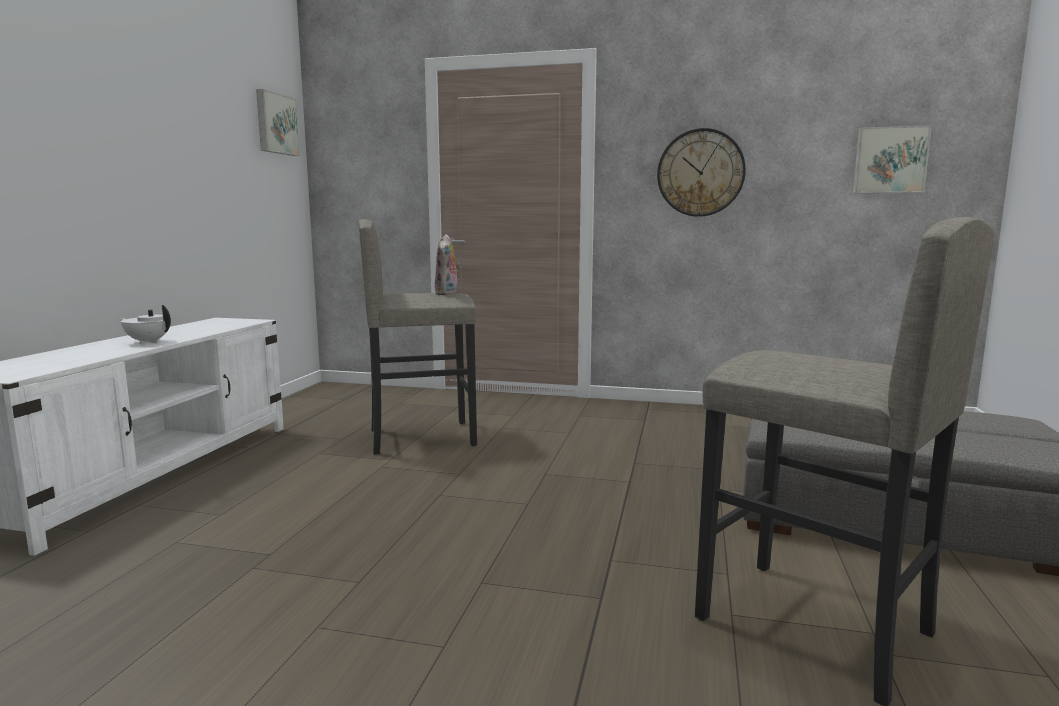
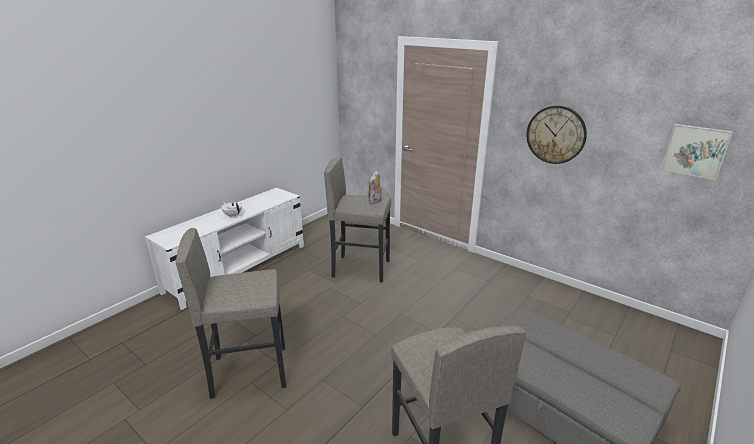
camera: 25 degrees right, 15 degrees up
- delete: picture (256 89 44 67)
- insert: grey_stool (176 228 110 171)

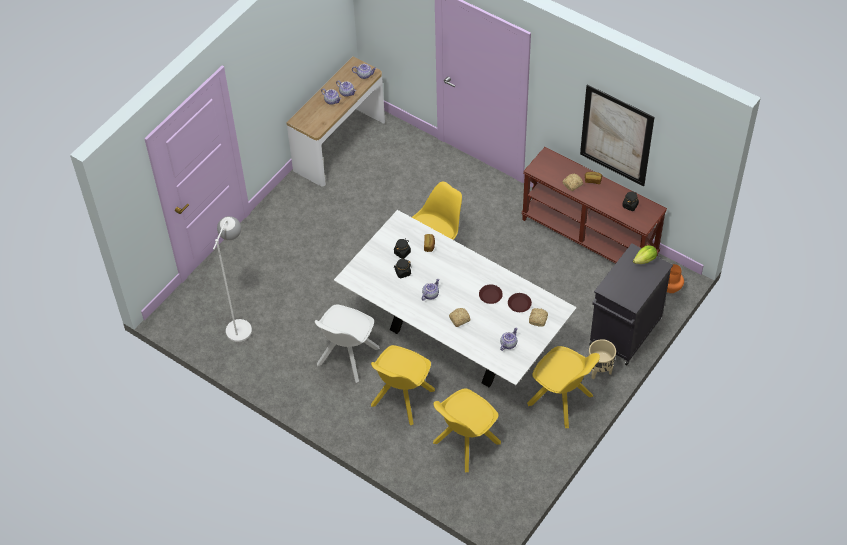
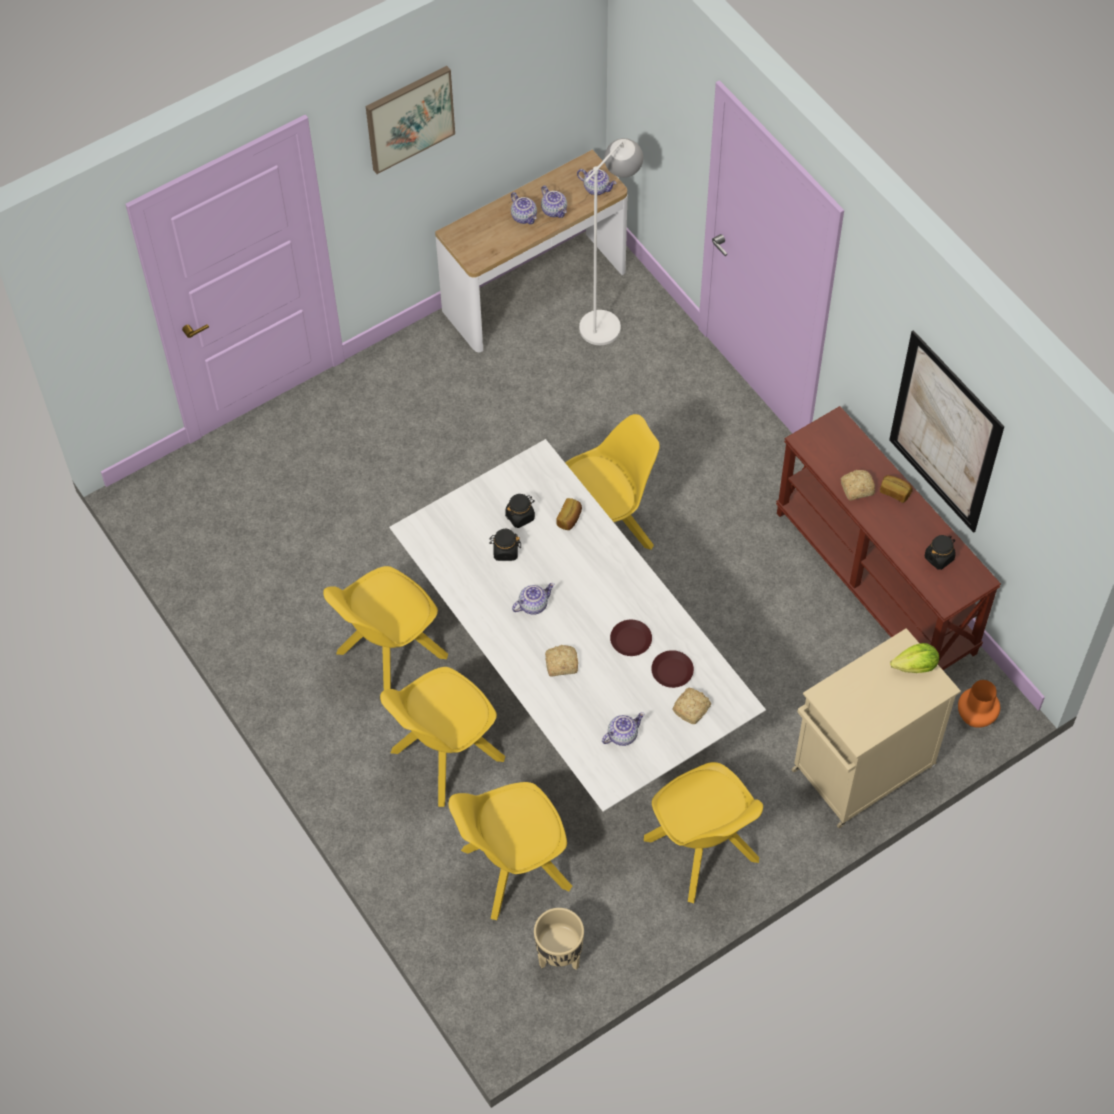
camera: 20 degrees right, 5 degrees up
- insert: picture (366 66 89 108)
- move: white_floor_lamp (213 216 39 126) to (579 138 64 207)
- move: beige_planter (589 339 27 41) to (534 908 50 62)
- recolor: white_chair (315 304 65 79) to yellow_chair (323 566 125 124)
- recolor: black_cabinet (589 243 84 123) to beige_cabinet (792 628 169 200)

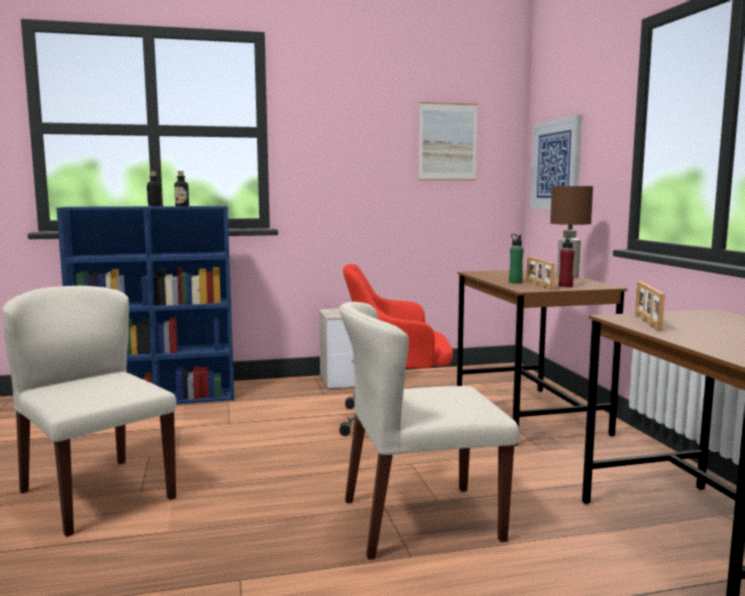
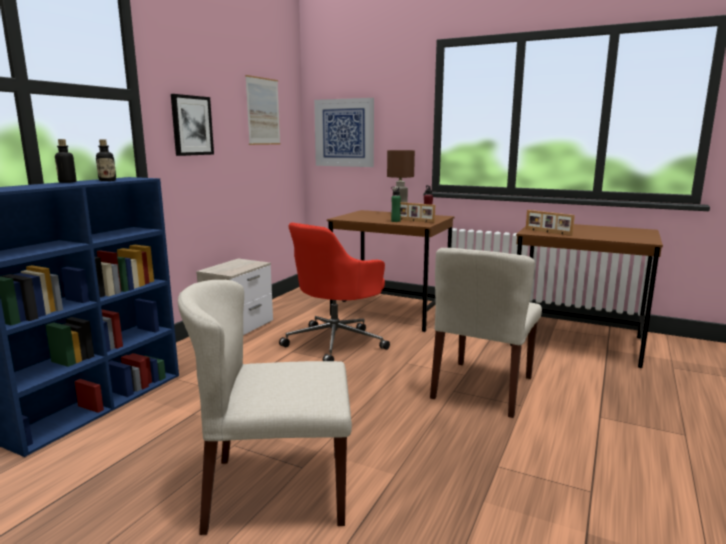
camera: 50 degrees left, 5 degrees up
- insert: picture (171 94 43 62)

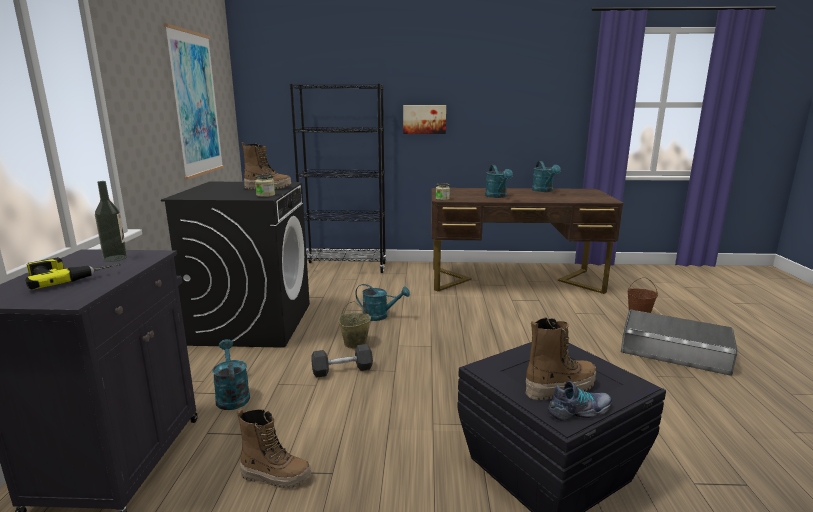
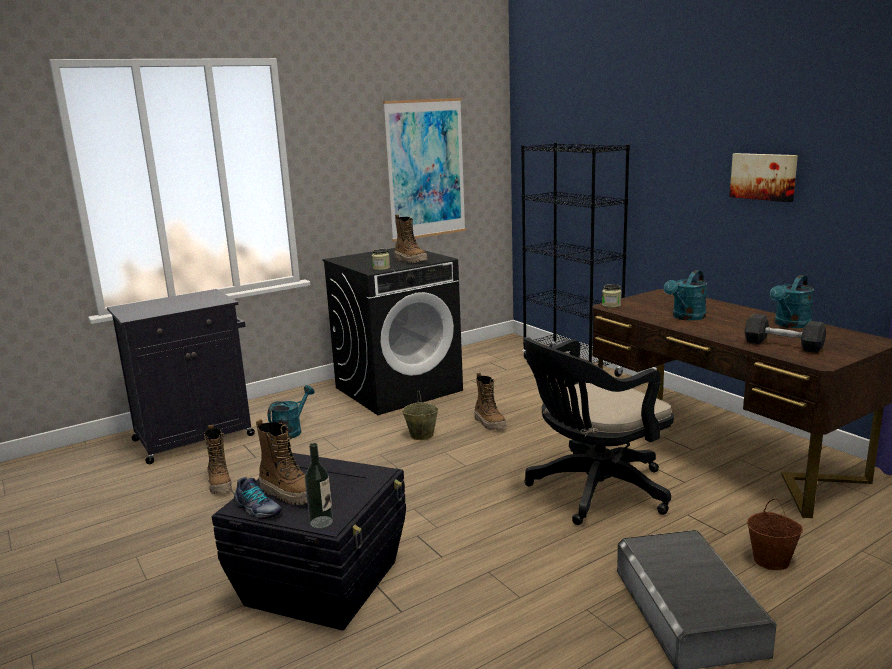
camera: 55 degrees right, 0 degrees up
- delete: power_drill (25 257 96 33)
- insert: black_office_chair (524 337 150 188)
- move: bottle (95 181 32 81) to (305 443 28 86)
- move: grey_dumbbell (311 344 62 34) to (744 314 82 39)
- move: picture (403 105 43 29) to (730 153 68 49)
- replace: turquoise_watering_can (355 284 55 37) to boot (474 373 32 57)

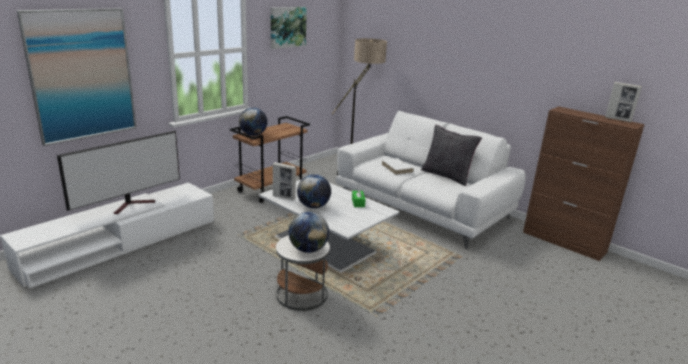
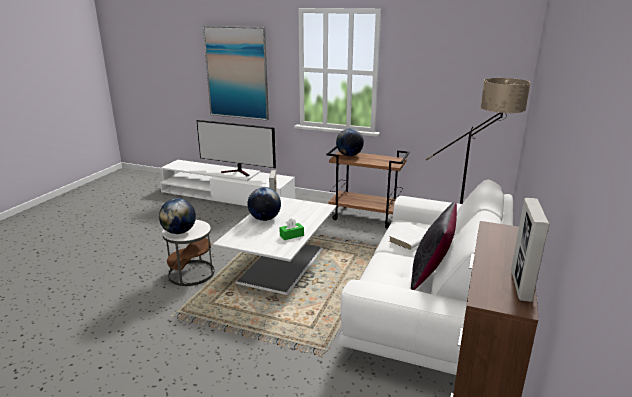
camera: 70 degrees right, 0 degrees up
- delete: picture (271 7 36 42)

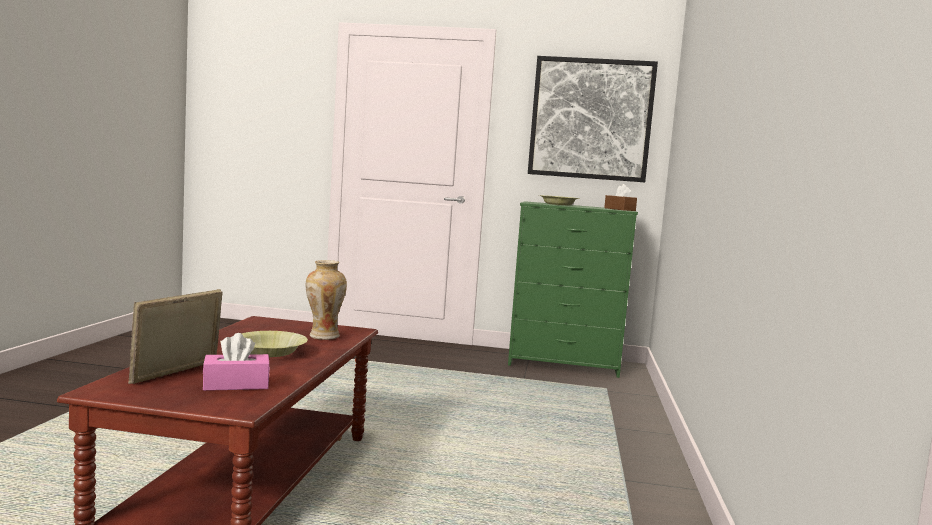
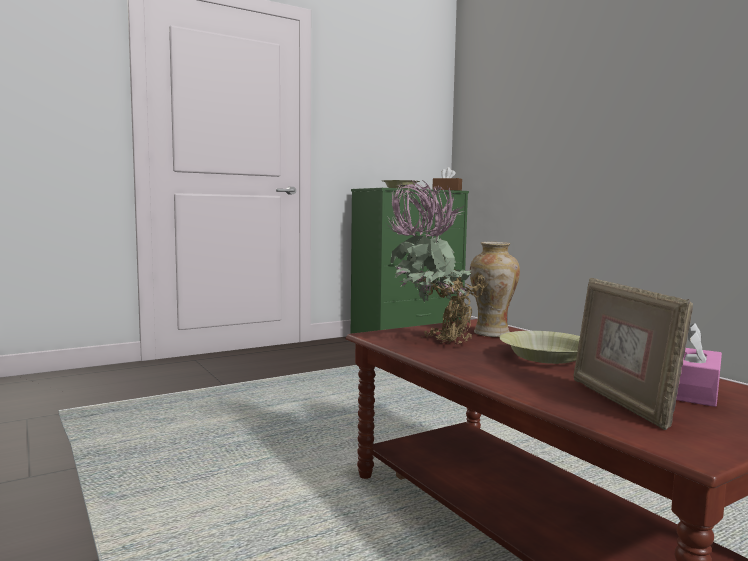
camera: 40 degrees left, 0 degrees up
- delete: picture (528 56 130 126)
- insert: potted_plant (388 179 100 165)

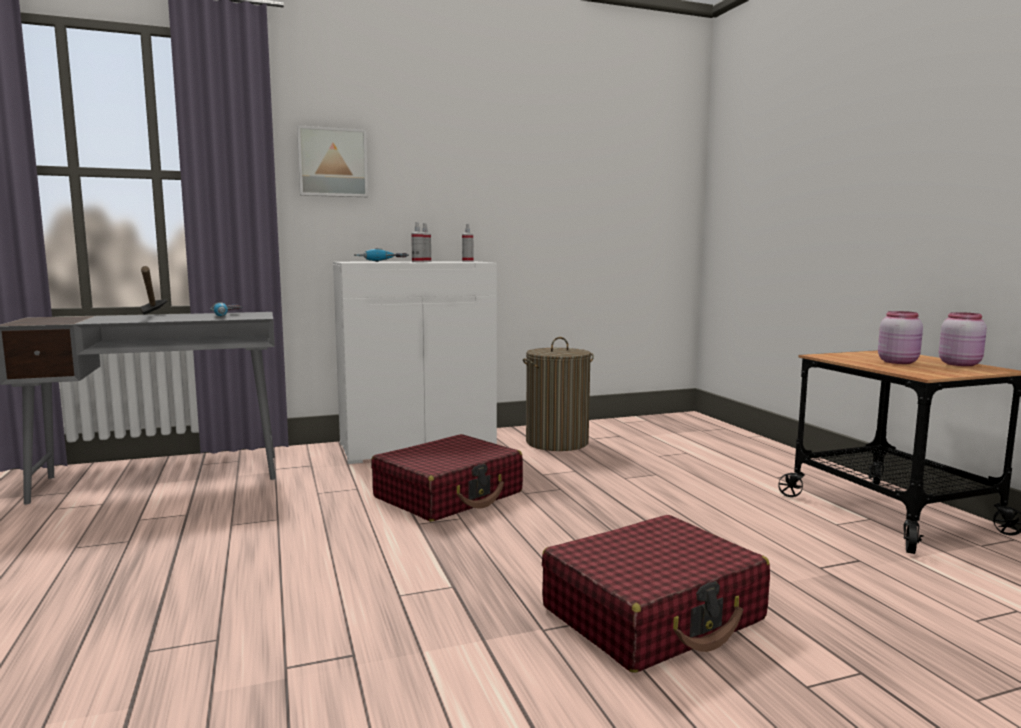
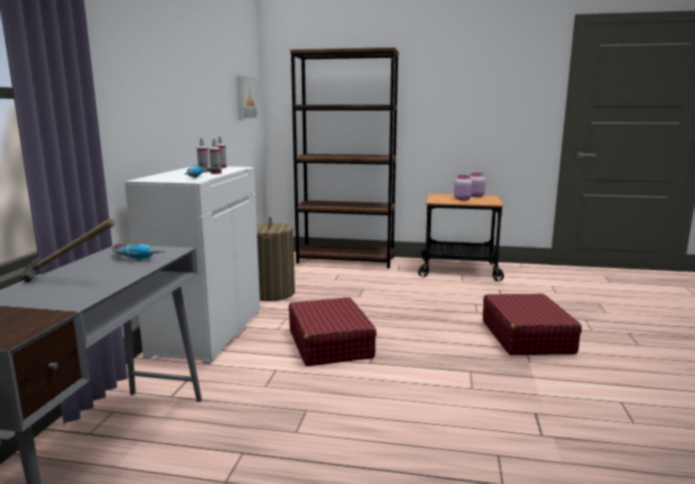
camera: 60 degrees left, 5 degrees up
- insert: brown_bookcase (290 47 109 222)
- move: picture (297 125 71 72) to (236 76 22 44)

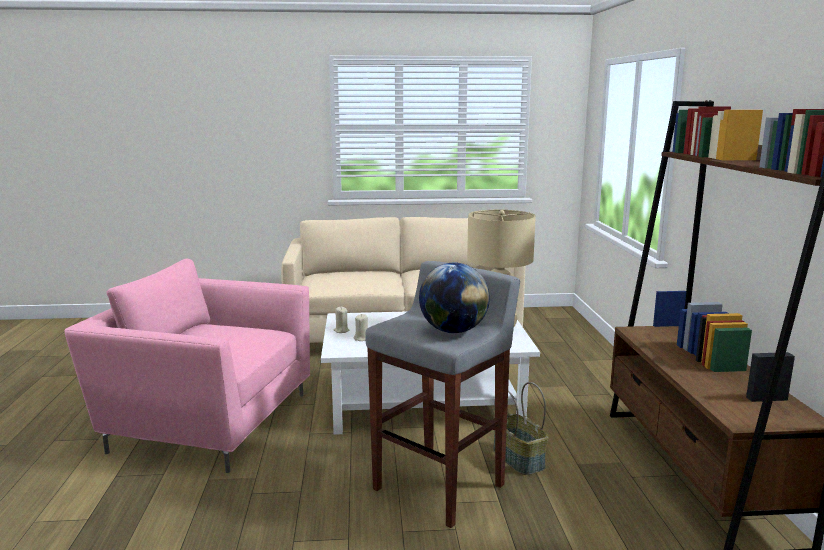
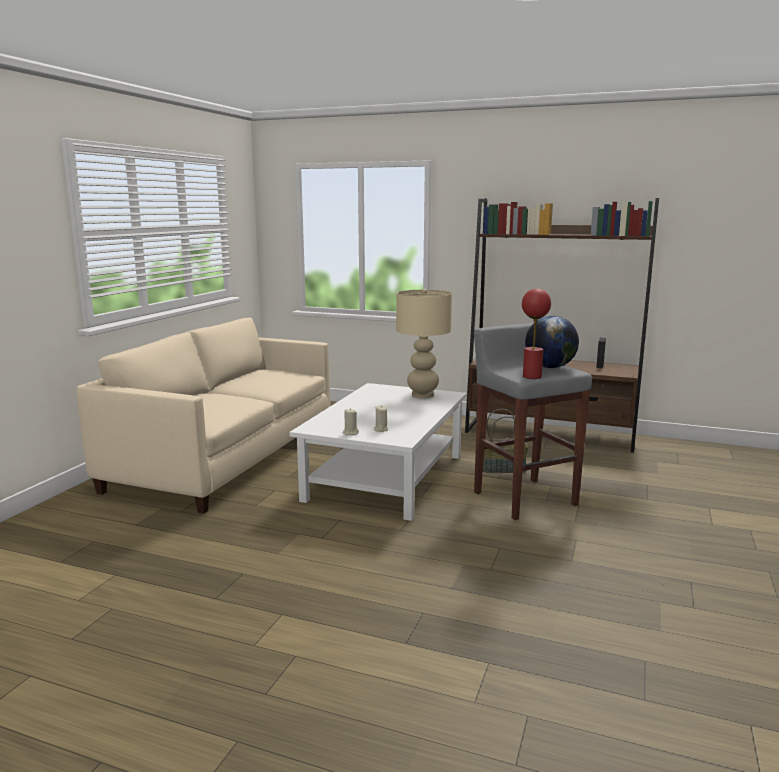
camera: 65 degrees left, 0 degrees up
- delete: pink_armchair (65 259 245 214)
- insert: red_table_lamp (522 289 29 90)

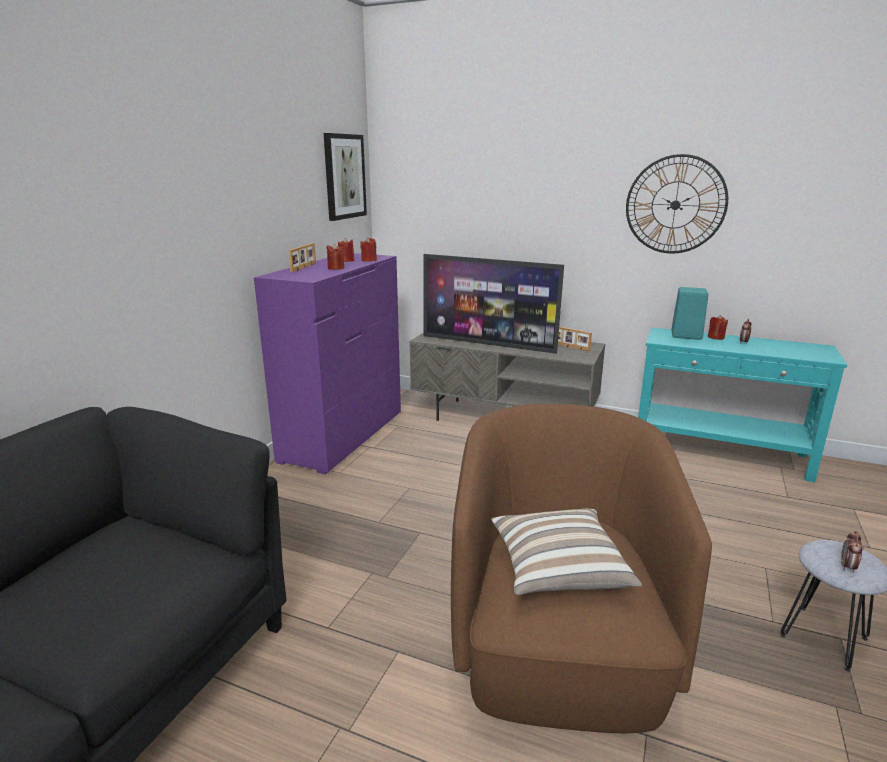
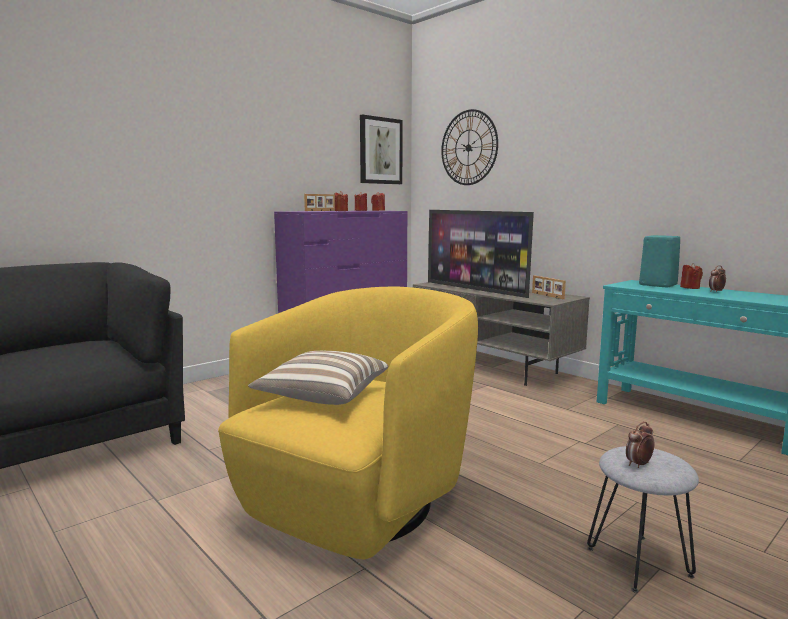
camera: 25 degrees right, 10 degrees down
- move: wall_clock (626 154 102 100) to (441 109 57 76)
- recolor: brown_armchair (451 404 261 329) to yellow_armchair (218 286 260 274)

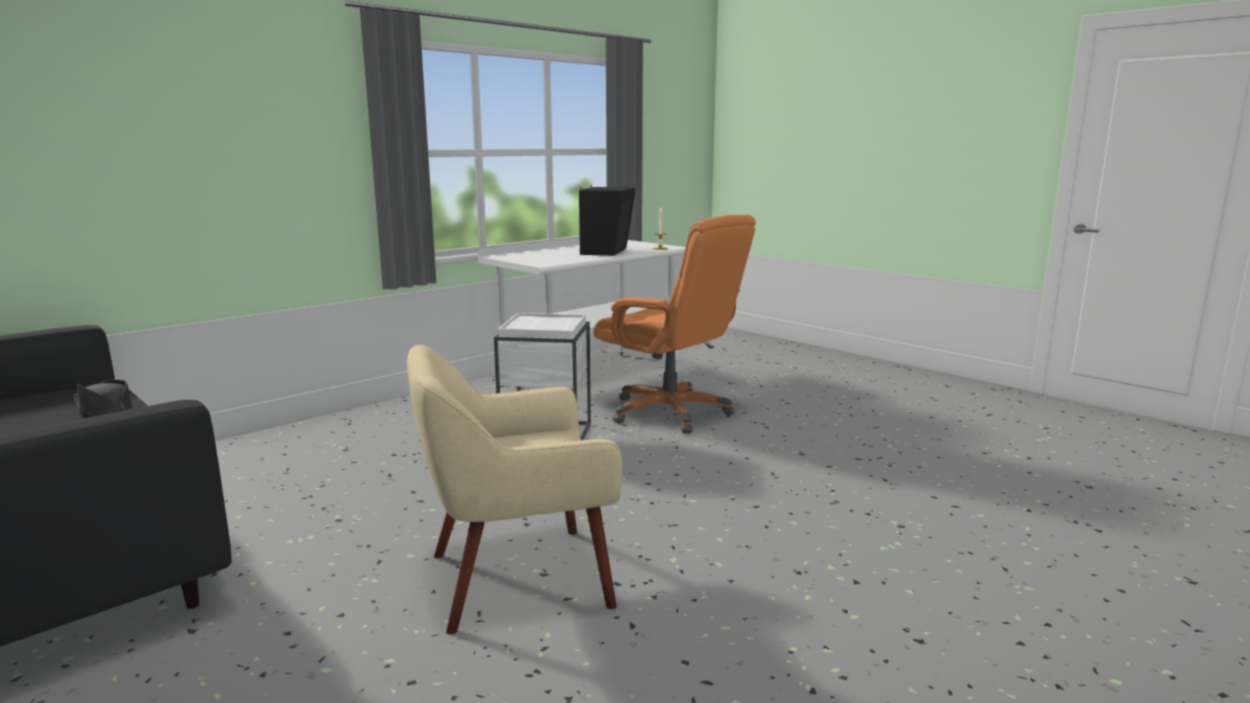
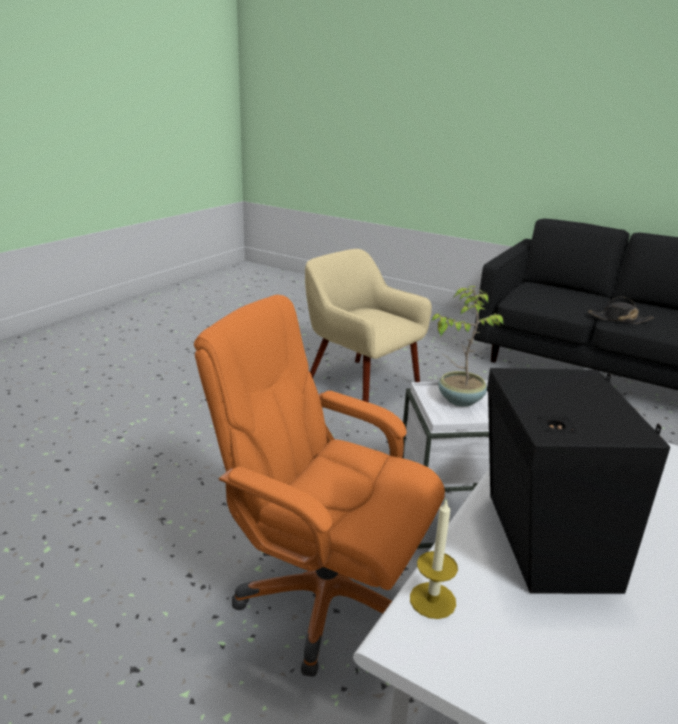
camera: 165 degrees right, 10 degrees up
- insert: potted_plant (431 286 73 121)
- rotate: beige_armchair (407 345 215 290) = (305 249 127 154) 105 degrees counterclockwise

